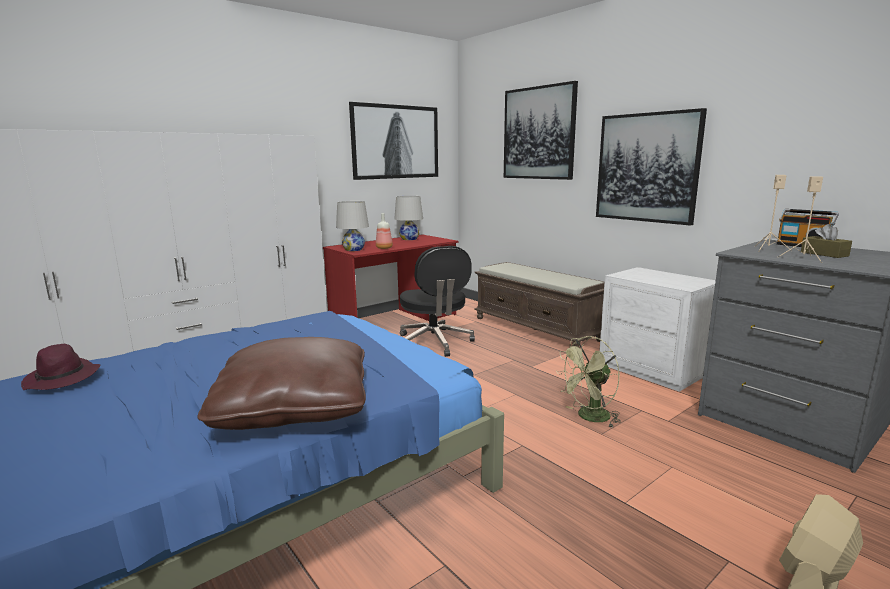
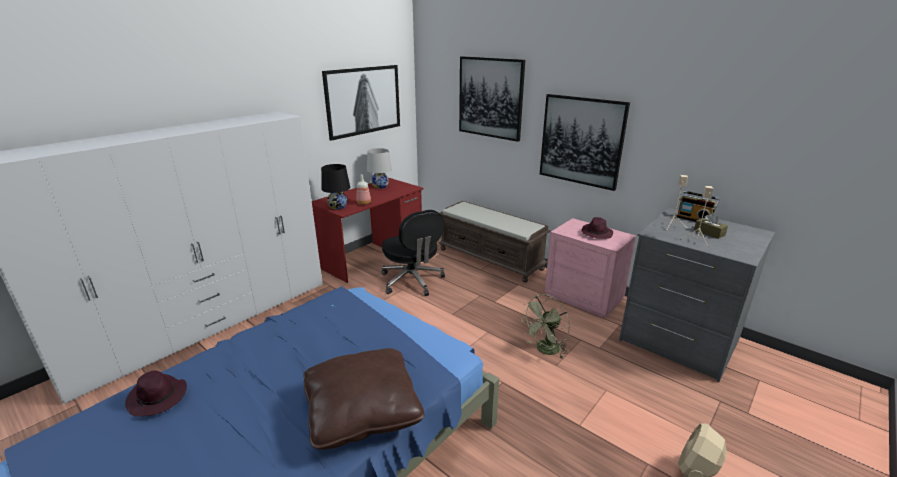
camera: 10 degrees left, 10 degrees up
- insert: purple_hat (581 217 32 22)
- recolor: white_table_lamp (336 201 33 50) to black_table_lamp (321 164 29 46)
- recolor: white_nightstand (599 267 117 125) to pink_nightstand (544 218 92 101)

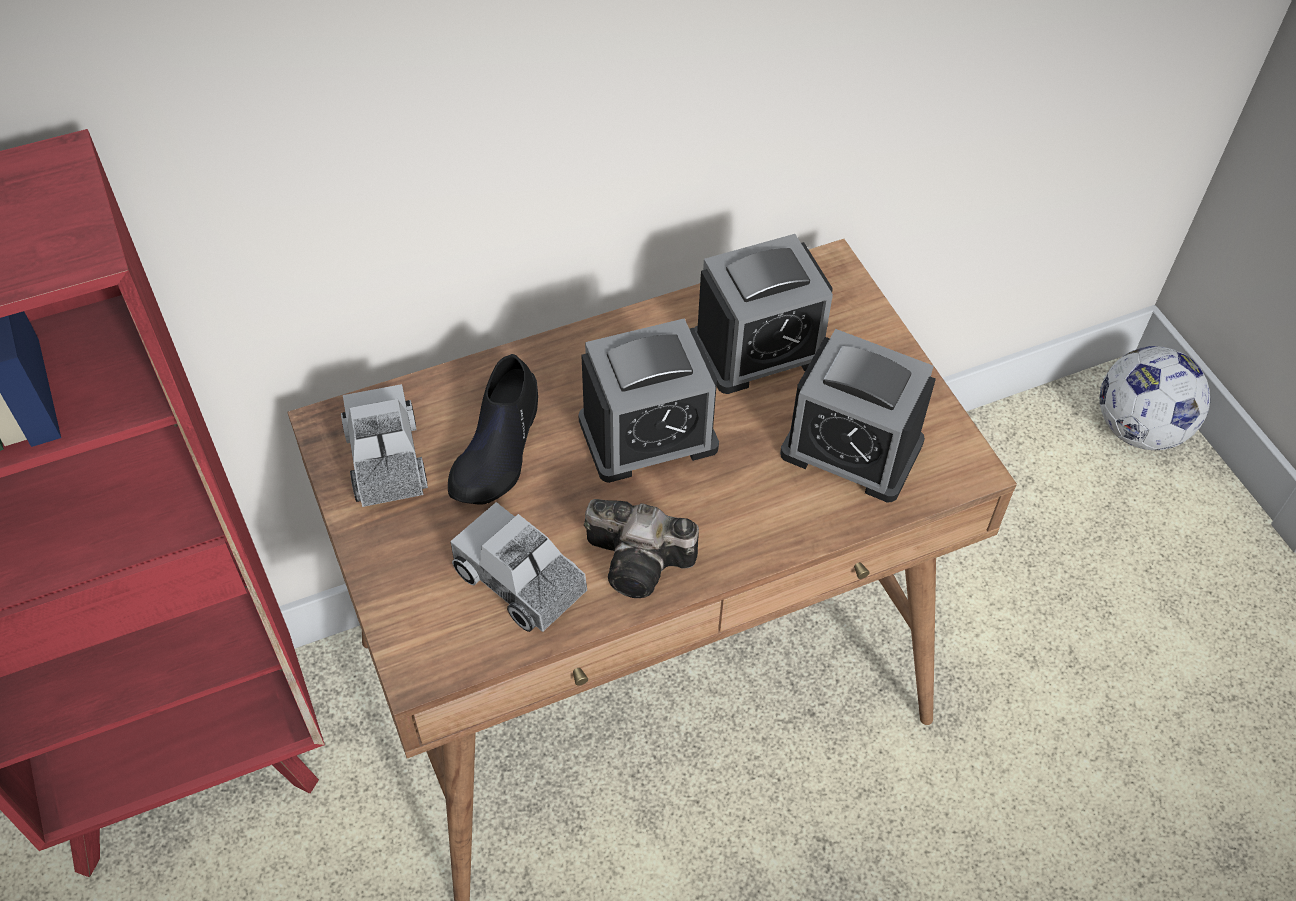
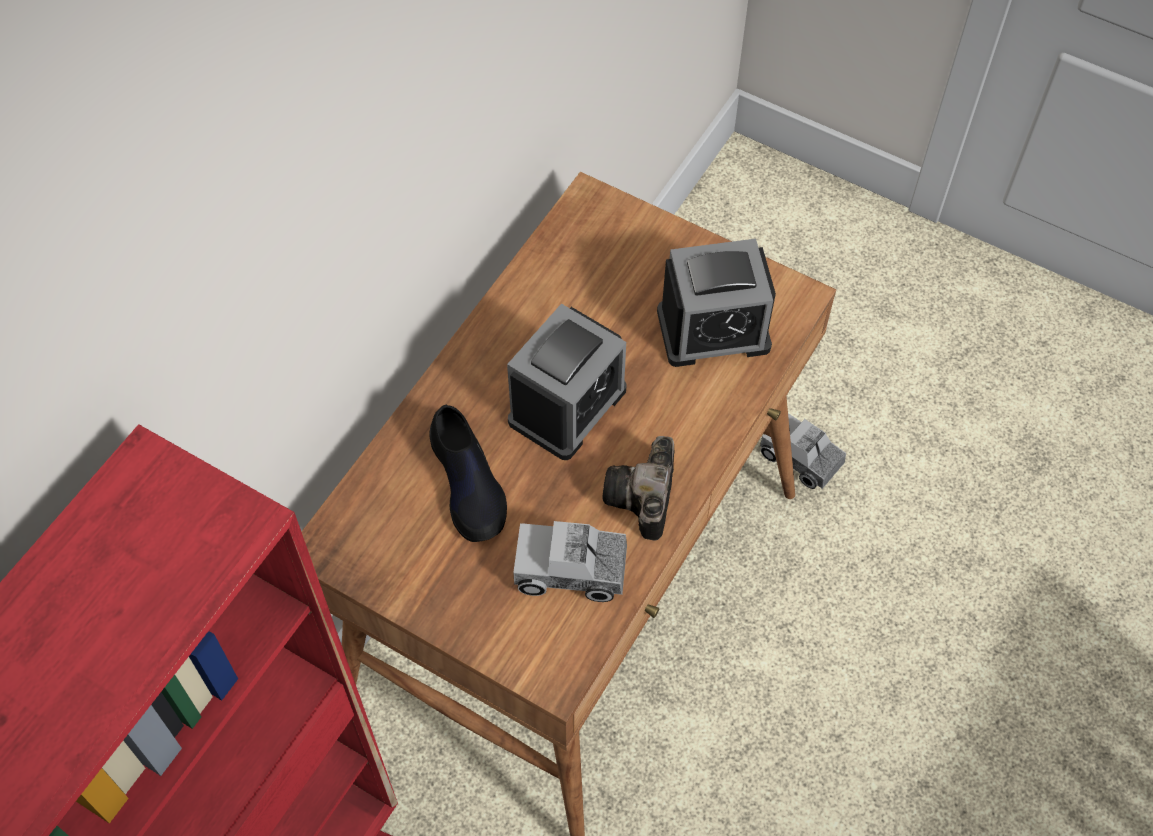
camera: 35 degrees left, 5 degrees up
- delete: alarm_clock (694 234 139 160)
- delete: football (1100 346 110 104)
- move: toy_truck (341 384 87 123) to (760 413 86 76)
- rotate: photo_camera (584 499 115 99) = (603 436 71 104) 120 degrees clockwise

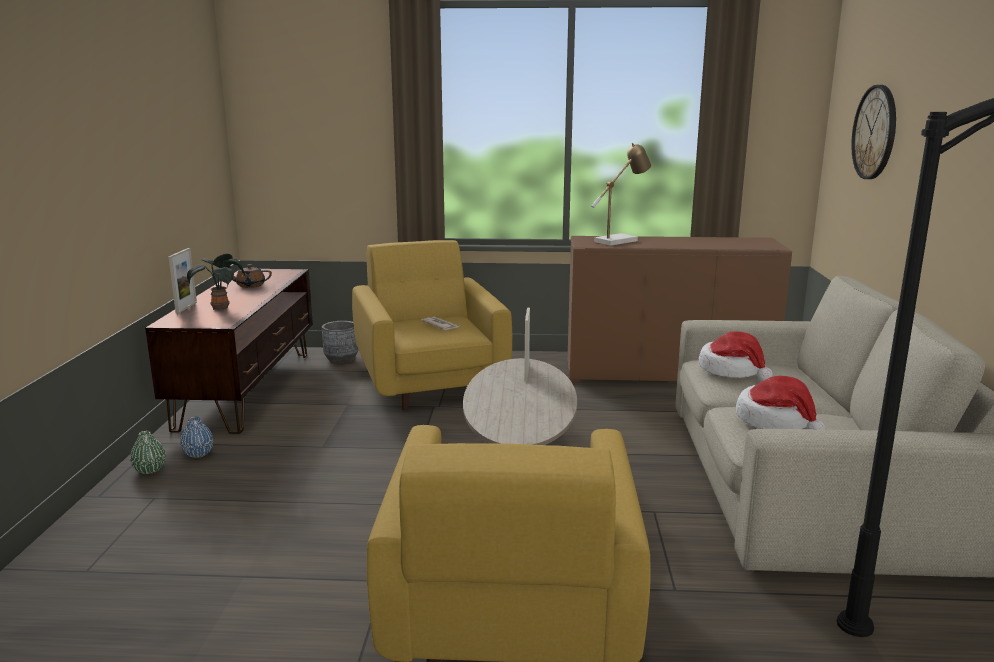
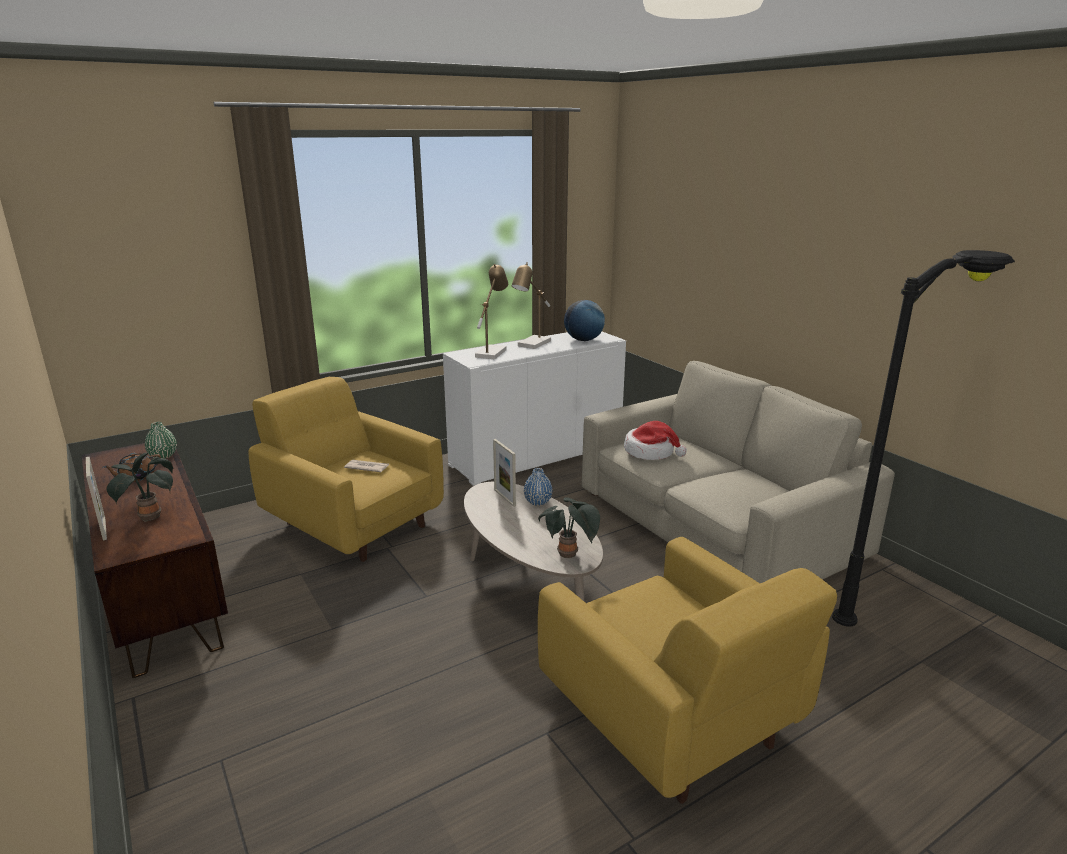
camera: 35 degrees left, 5 degrees up
- delete: grey_planter (322 321 36 43)
- delete: hat (736 376 89 54)
- delete: wall_clock (851 85 45 94)
- insert: table_lamp (512 262 39 87)
- insert: potted_plant (538 497 62 61)
- insert: globe (564 300 41 41)
- move: green_vase (130 431 36 43) to (145 422 32 37)
- move: blue_vase (180 416 33 42) to (524 468 28 38)
- recolor: brown_cabinet (567 236 225 146) to white_cabinet (443 332 183 154)

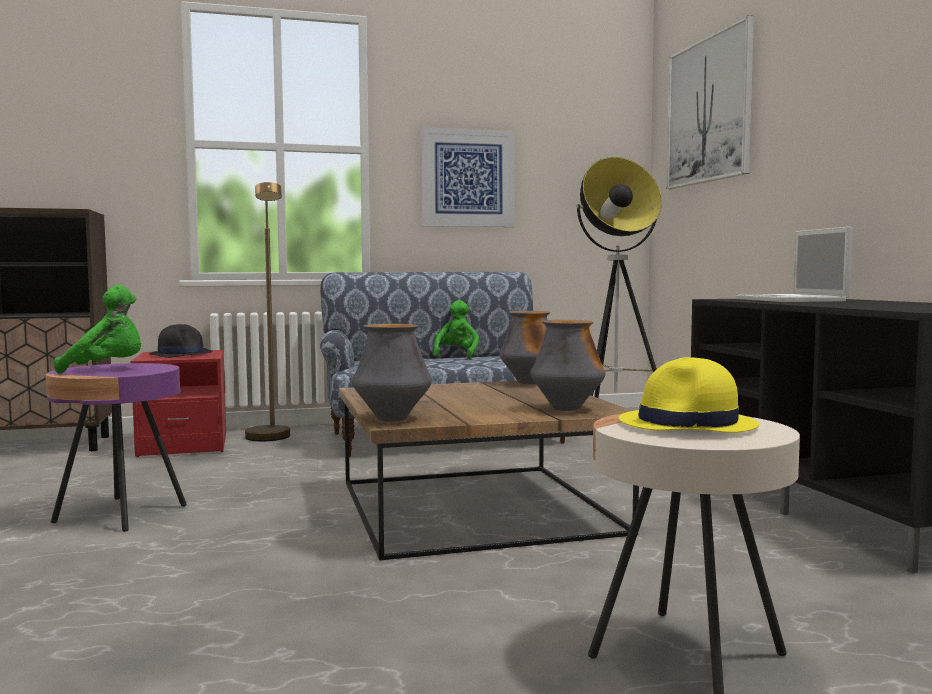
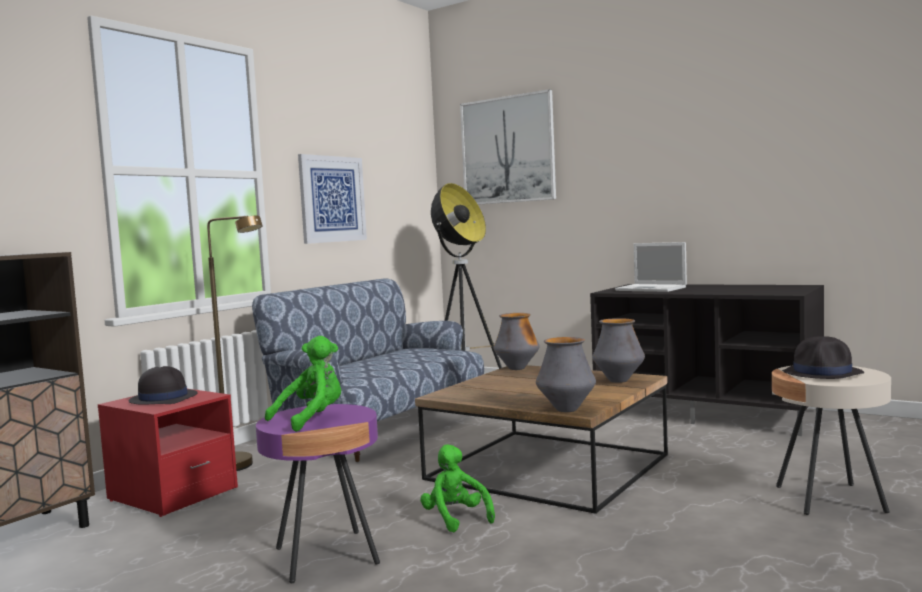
camera: 40 degrees left, 0 degrees up
- move: green_plush_toy (433 300 46 59) to (420 444 75 88)
- recolor: yellow_hat (619 357 140 76) to black_hat (782 336 82 43)

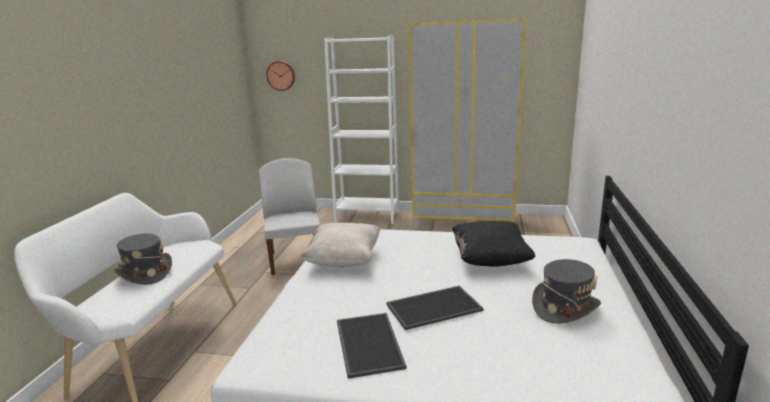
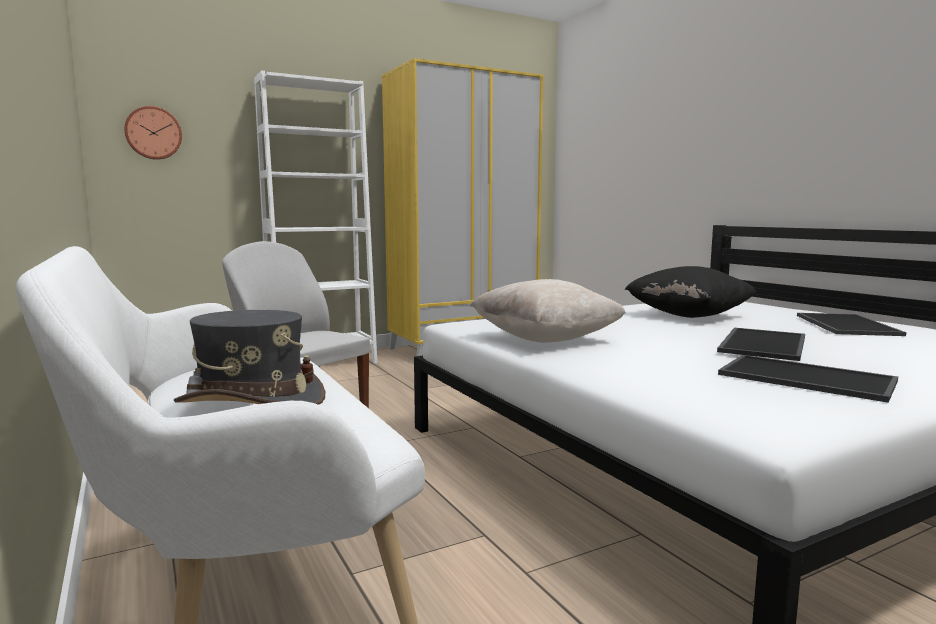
camera: 40 degrees left, 10 degrees down
- replace: grey_hat (532 259 69 65) to tray (797 313 109 23)

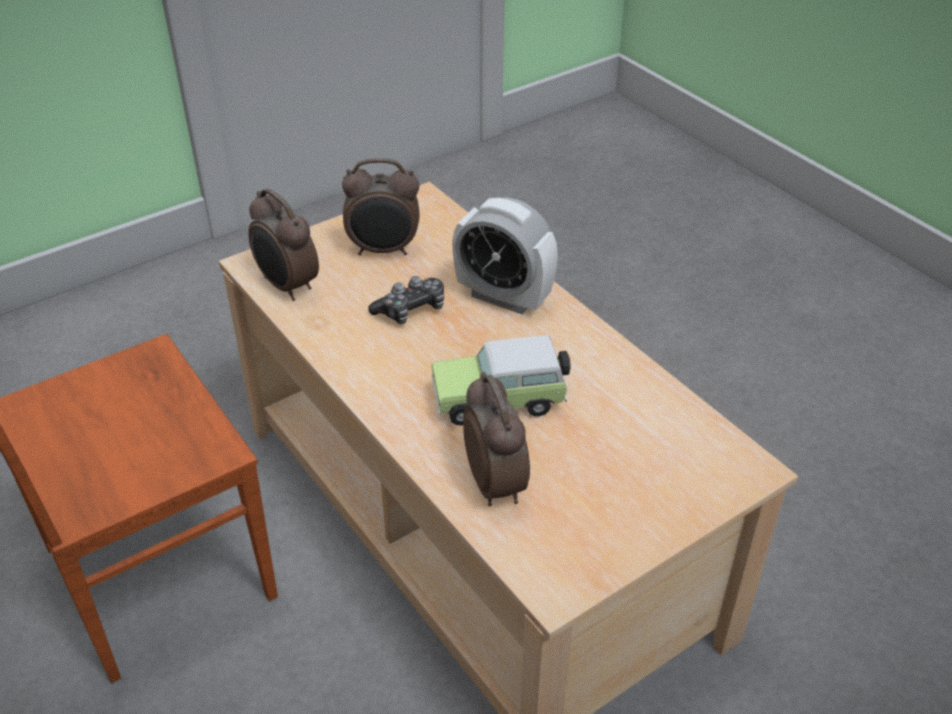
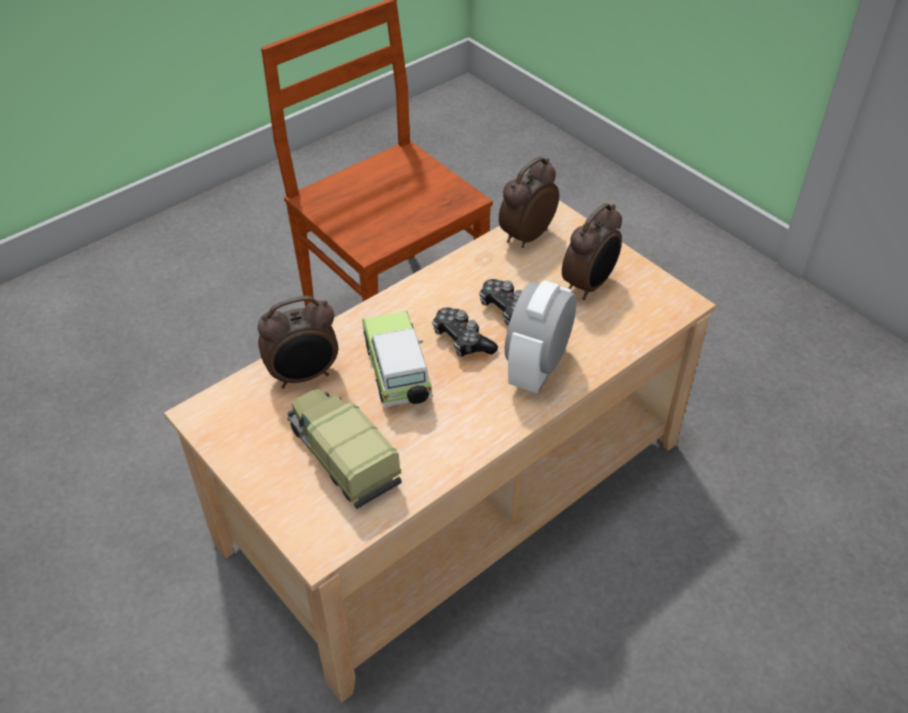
camera: 85 degrees right, 5 degrees up
- insert: toy_truck (287 389 115 120)
- insert: game_controller (432 307 66 50)
- rotate: alarm_clock (342 158 77 97) = (562 203 60 97) 135 degrees counterclockwise

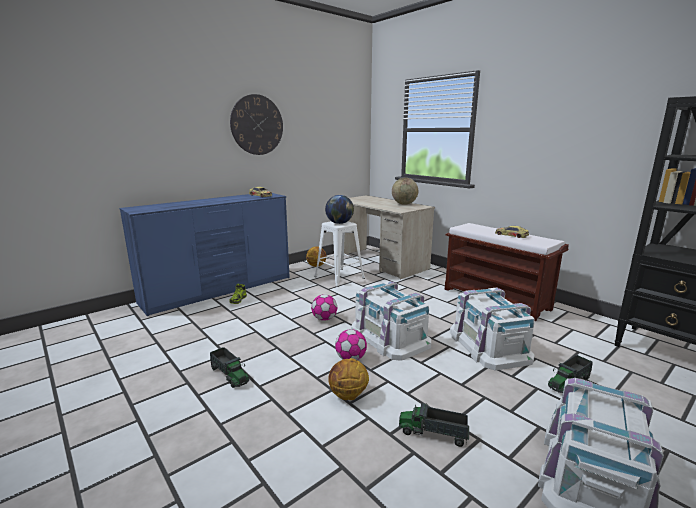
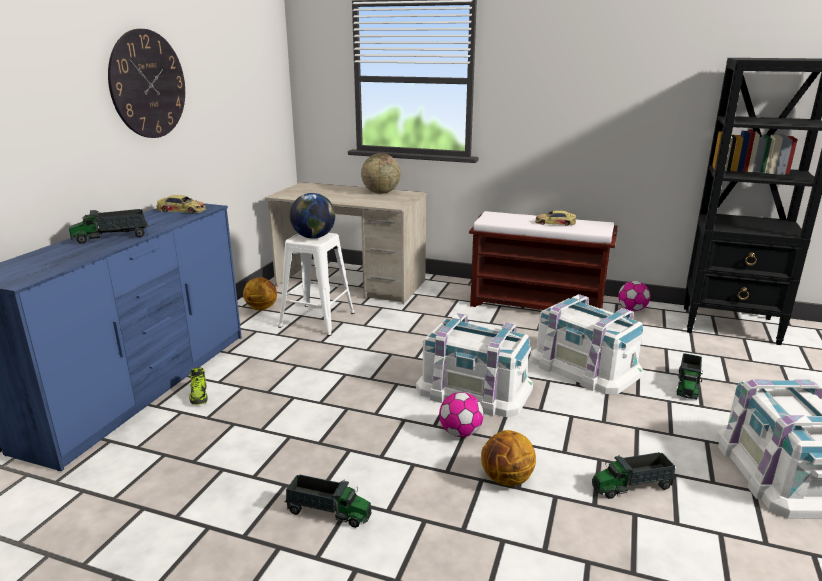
camera: 30 degrees left, 5 degrees up
- insert: toy_truck (69 209 79 35)
- move: football (311 294 26 27) to (618 281 32 30)

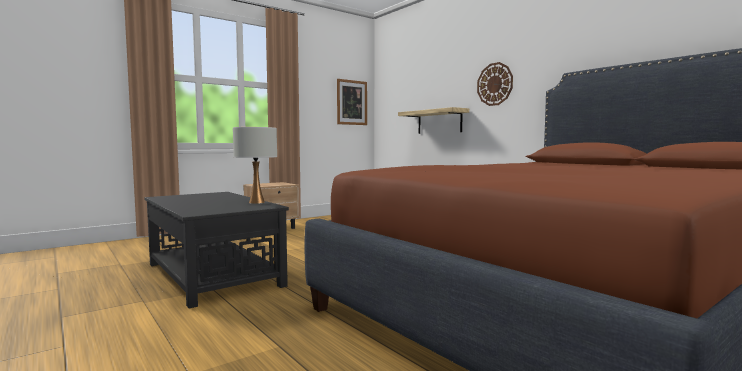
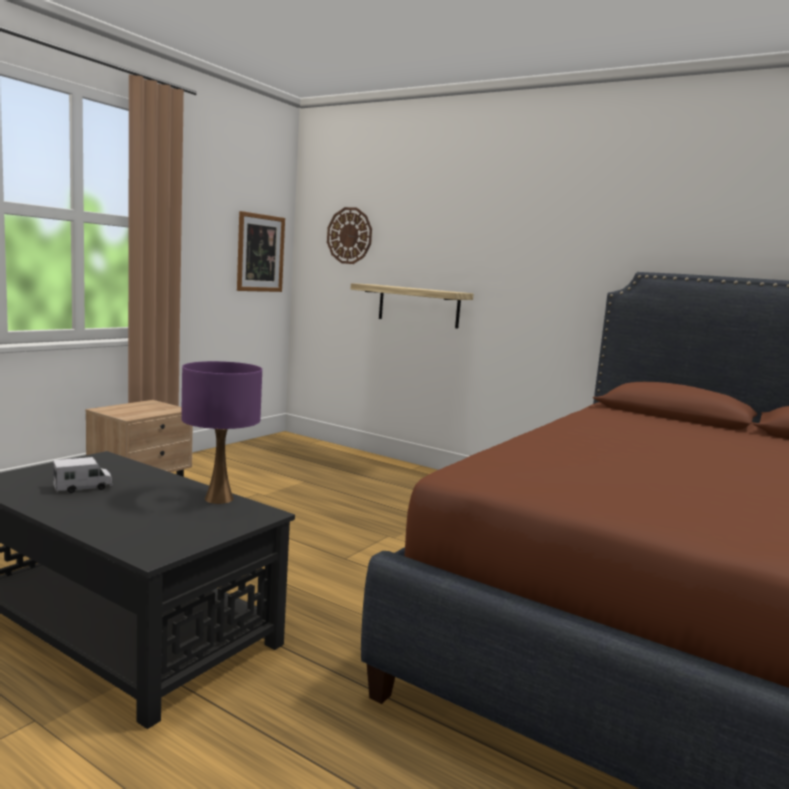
camera: 20 degrees left, 5 degrees up
- insert: toy_truck (53 457 60 36)
- move: wall_clock (477 62 36 44) to (327 207 45 57)
- recolor: white_table_lamp (233 127 44 77) to purple_table_lamp (181 361 81 143)

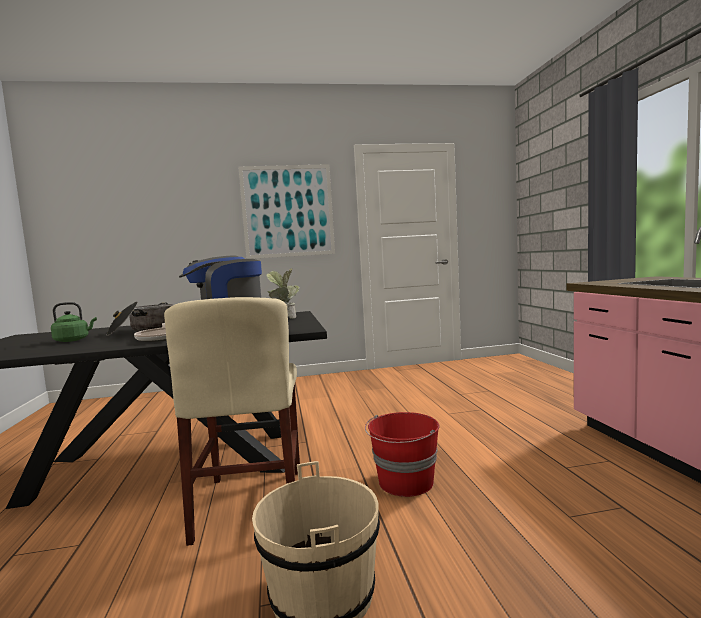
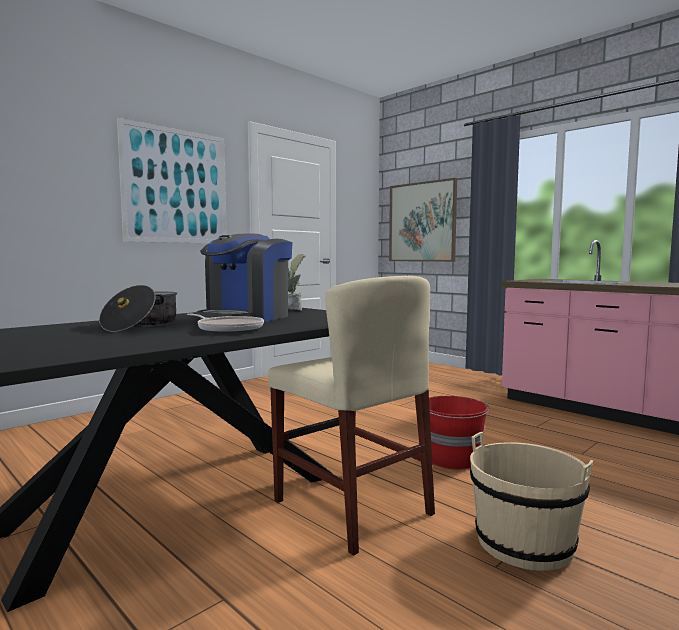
camera: 35 degrees left, 0 degrees up
- delete: green_kettle (51 302 46 40)
- insert: picture (389 178 68 84)

